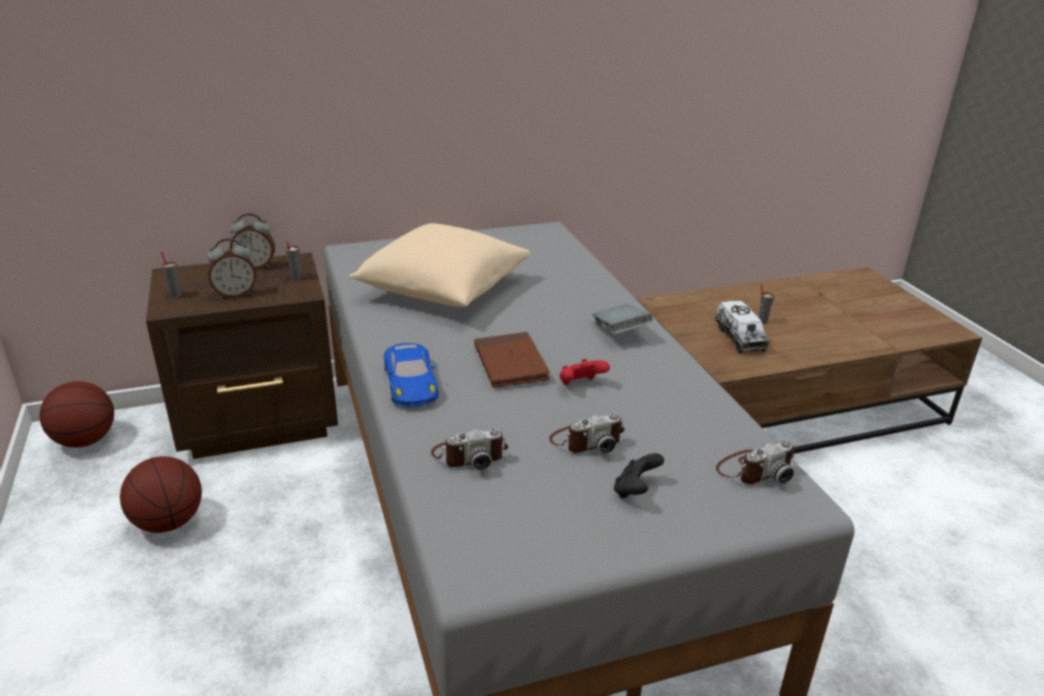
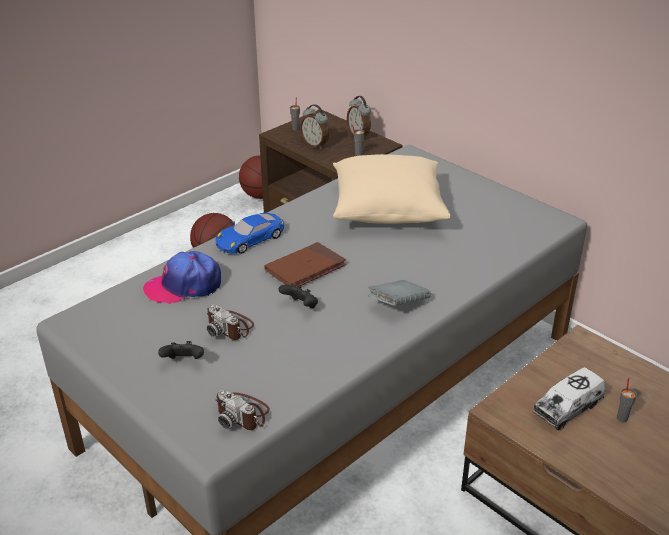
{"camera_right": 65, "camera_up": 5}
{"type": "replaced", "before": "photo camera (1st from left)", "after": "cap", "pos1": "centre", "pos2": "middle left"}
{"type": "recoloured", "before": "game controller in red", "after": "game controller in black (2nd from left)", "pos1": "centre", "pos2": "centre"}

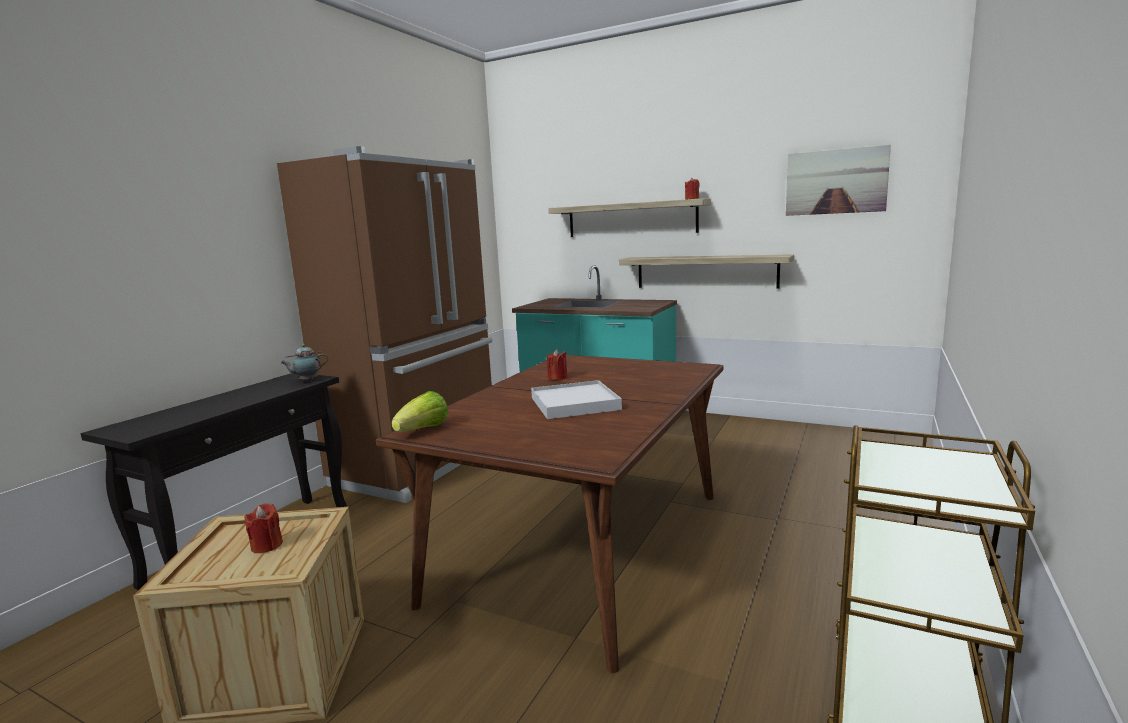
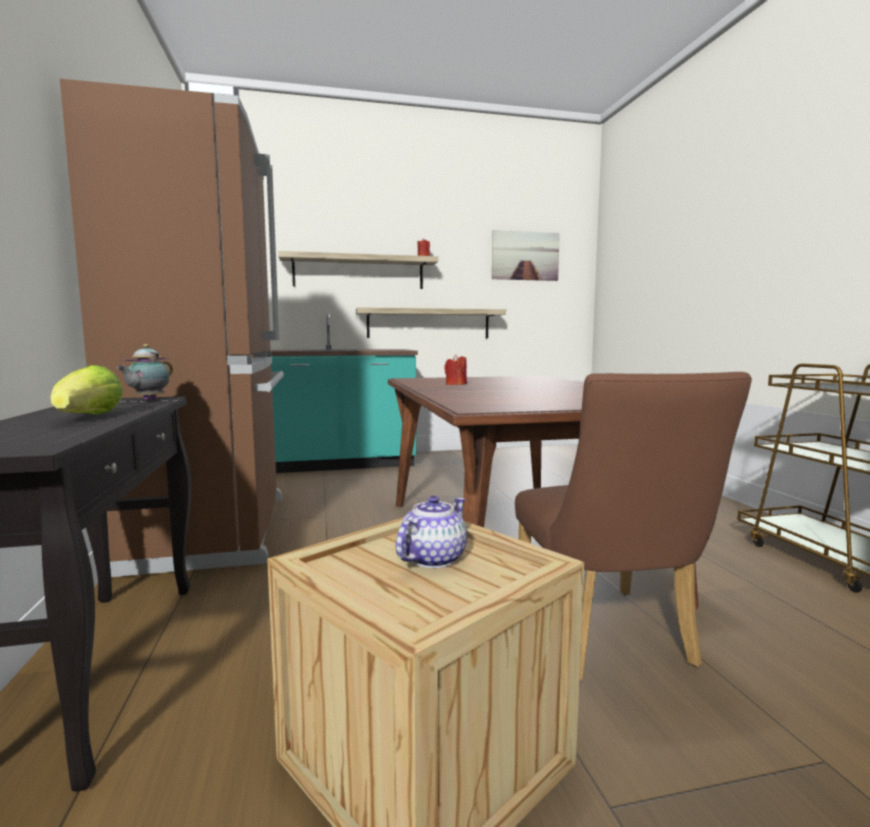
{"camera_right": -40, "camera_up": -5}
{"type": "moved", "before": "lettuce", "pos1": "centre", "pos2": "middle left"}
{"type": "replaced", "before": "candle in red (1st from left)", "after": "teapot (2nd from left)", "pos1": "bottom left", "pos2": "centre"}
{"type": "added", "after": "chair in brown", "pos2": "middle right"}
{"type": "removed", "before": "tray in white", "pos1": "centre"}

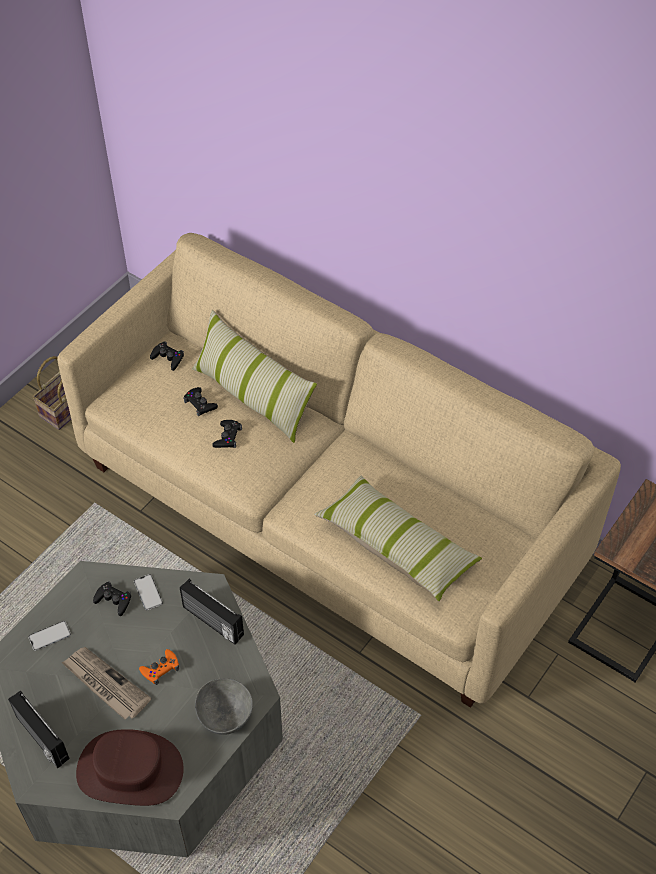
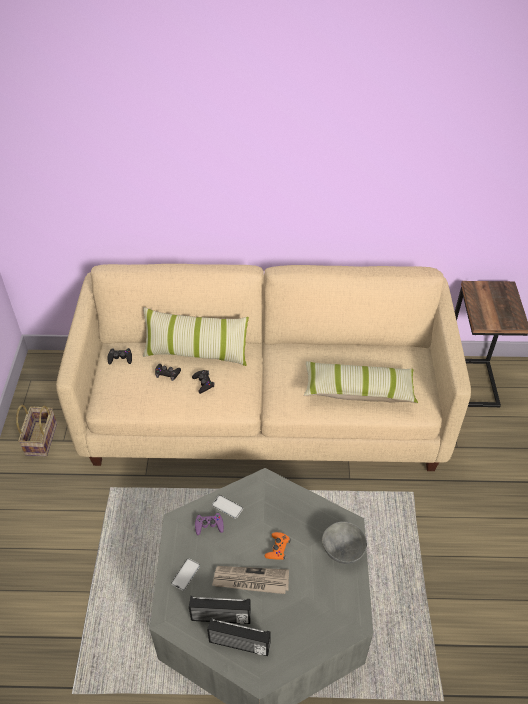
{"camera_right": -35, "camera_up": -5}
{"type": "moved", "before": "radio (2nd from left in the first image)", "after": "radio (1st from left)", "pos1": "bottom left", "pos2": "bottom centre"}
{"type": "recoloured", "before": "game controller in black (1st from left)", "after": "game controller in purple", "pos1": "bottom left", "pos2": "bottom centre"}
{"type": "removed", "before": "hat in brown", "pos1": "bottom left"}

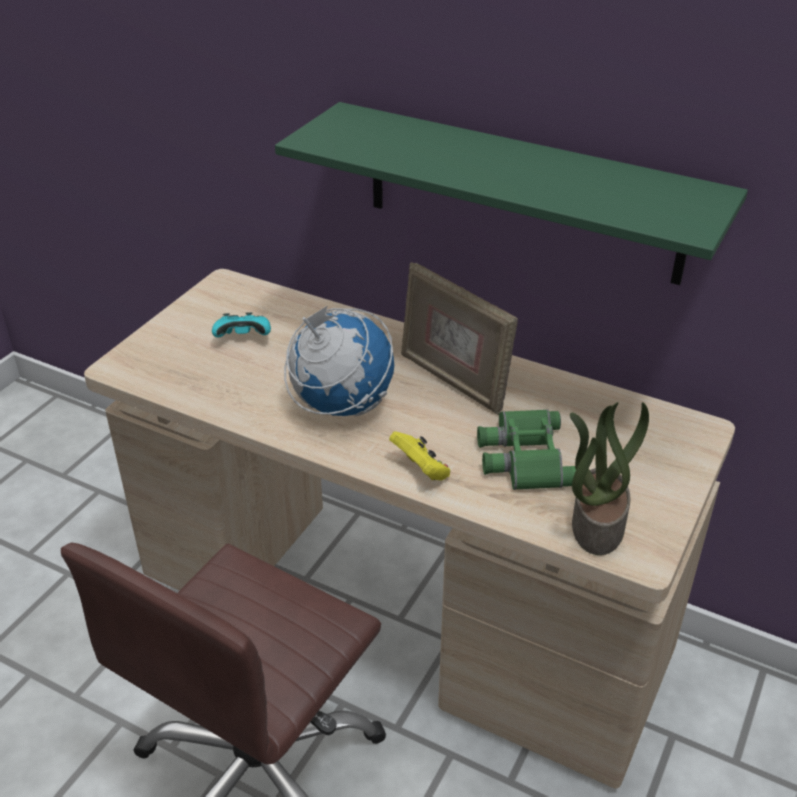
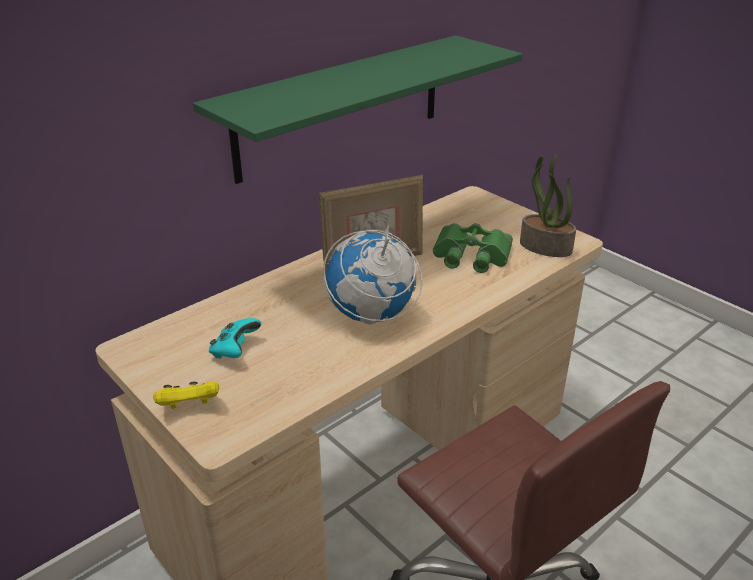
{"camera_right": -70, "camera_up": -5}
{"type": "moved", "before": "game controller in yellow", "pos1": "centre", "pos2": "bottom left"}

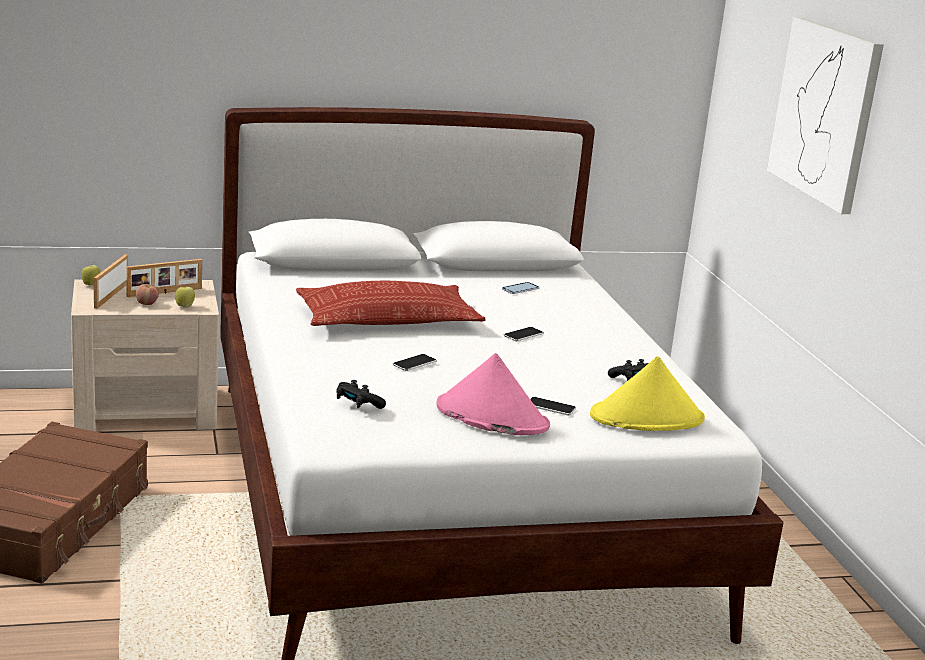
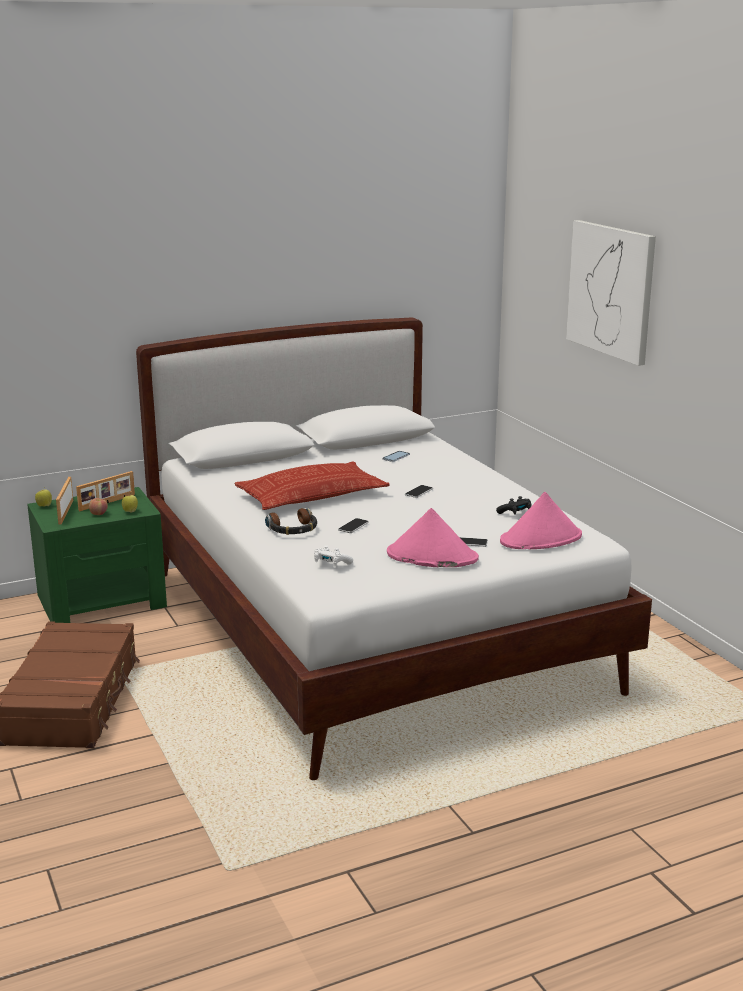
{"camera_right": -10, "camera_up": 0}
{"type": "recoloured", "before": "nightstand in beige", "after": "nightstand in green", "pos1": "middle left", "pos2": "middle left"}
{"type": "added", "after": "headphones", "pos2": "centre"}
{"type": "recoloured", "before": "game controller in black (1st from left)", "after": "game controller in white", "pos1": "centre", "pos2": "centre"}
{"type": "recoloured", "before": "hat in yellow", "after": "hat in pink (2nd from left)", "pos1": "middle right", "pos2": "middle right"}

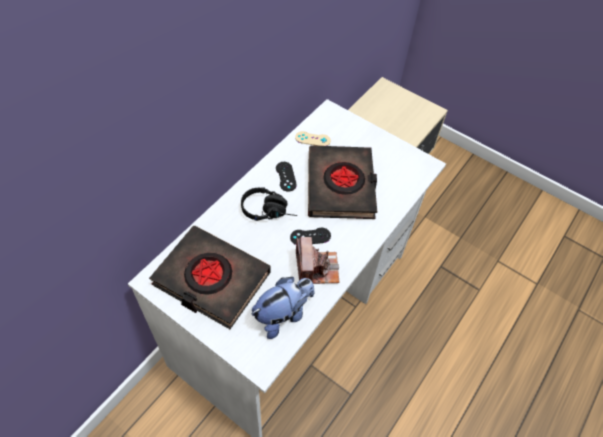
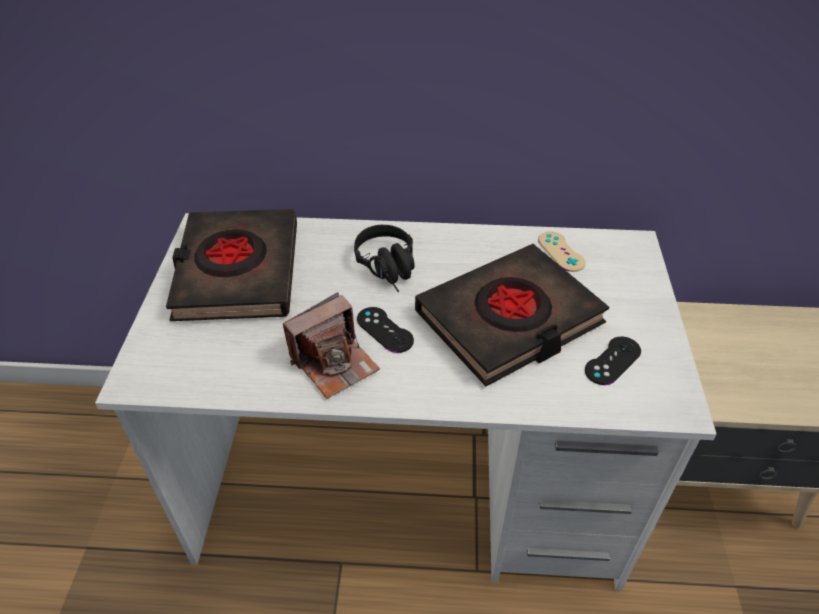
{"camera_right": 60, "camera_up": -10}
{"type": "moved", "before": "game controller in black (1st from left in the first image)", "after": "game controller in black (2nd from left)", "pos1": "centre", "pos2": "middle right"}
{"type": "removed", "before": "plush toy", "pos1": "bottom centre"}

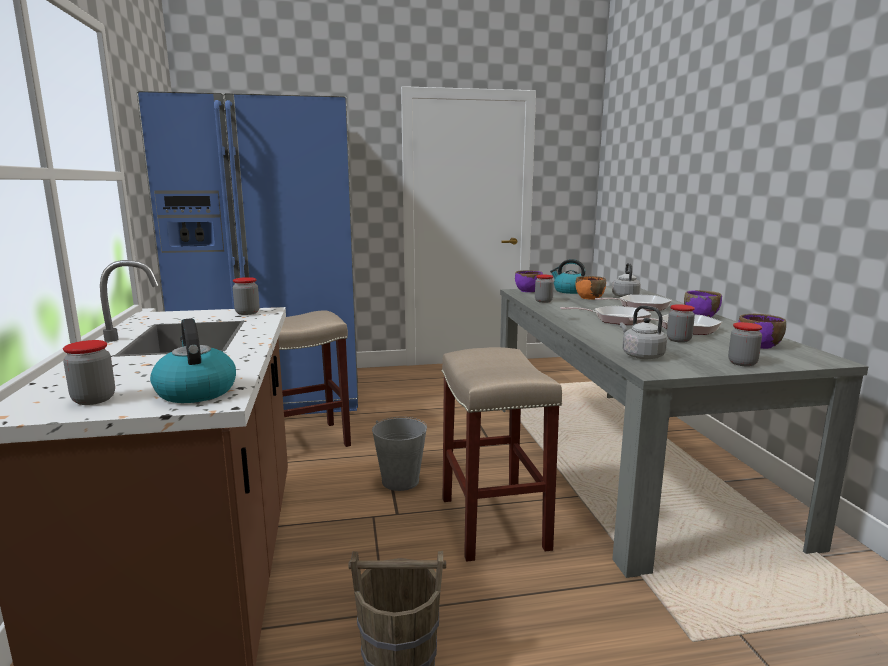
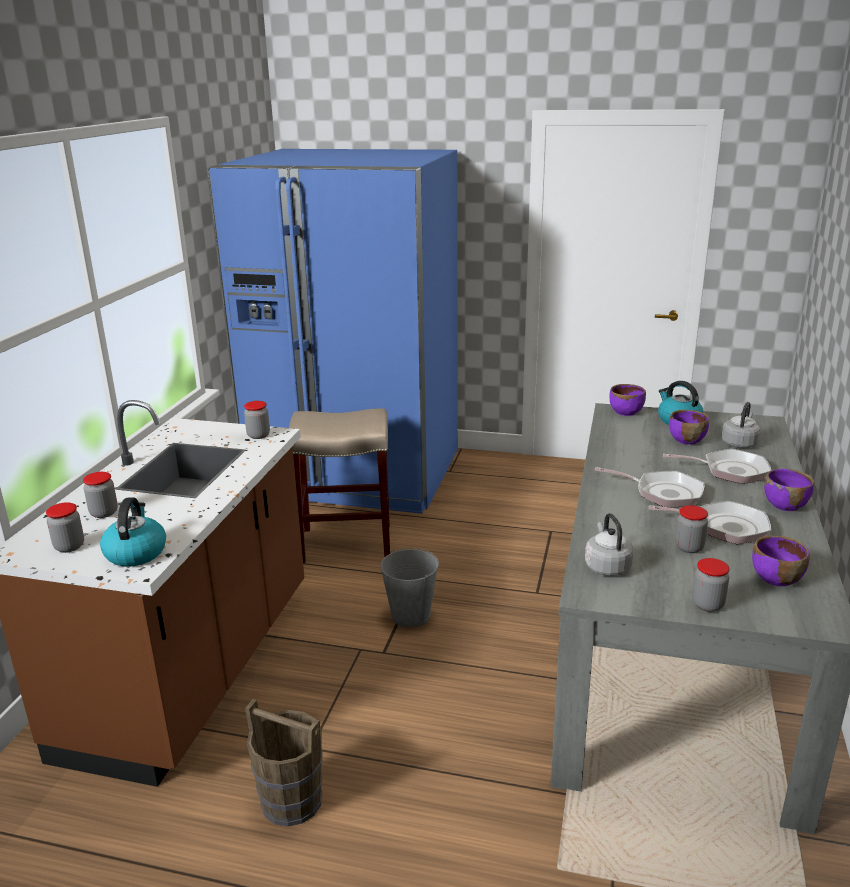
{"camera_right": 25, "camera_up": 10}
{"type": "moved", "before": "jar (3rd from left in the first image)", "after": "jar (2nd from left)", "pos1": "centre", "pos2": "middle left"}
{"type": "recoloured", "before": "bowl in orange", "after": "bowl in purple (2nd from left)", "pos1": "centre", "pos2": "middle right"}
{"type": "removed", "before": "stool in beige (2nd from left)", "pos1": "bottom centre"}

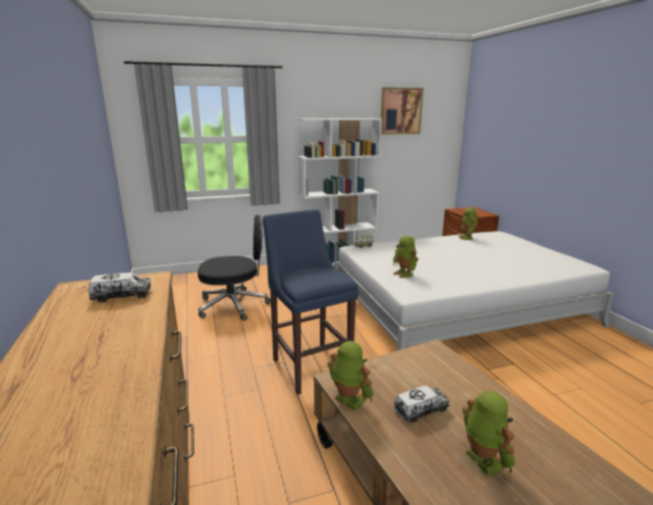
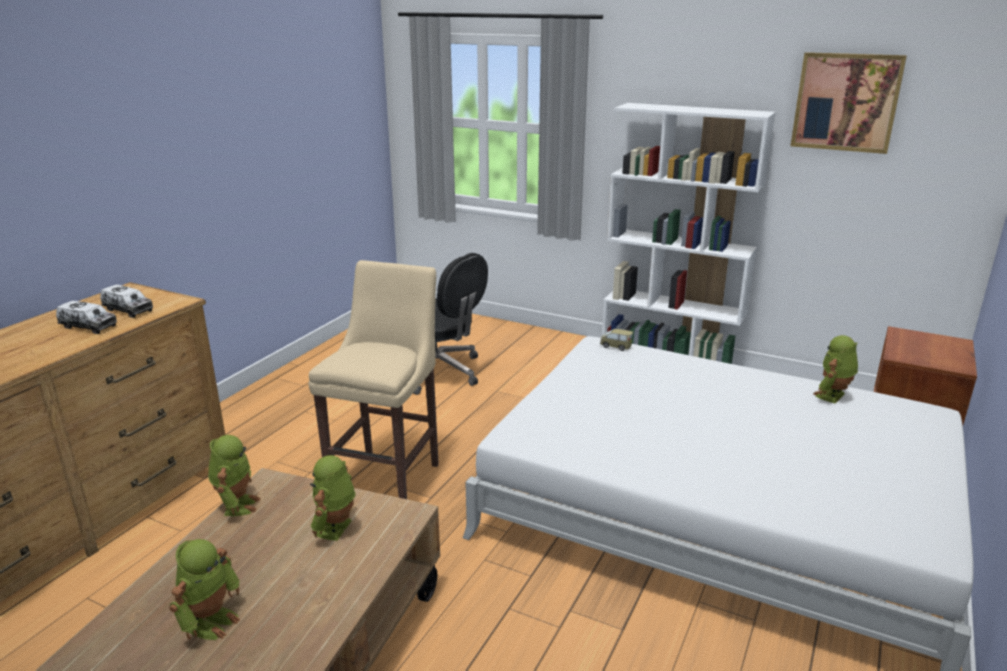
{"camera_right": 45, "camera_up": 5}
{"type": "moved", "before": "toy truck (2nd from left in the first image)", "after": "toy truck (1st from left)", "pos1": "bottom centre", "pos2": "middle left"}
{"type": "recoloured", "before": "stool in blue", "after": "stool in beige", "pos1": "centre", "pos2": "centre"}
{"type": "moved", "before": "toy robot (2nd from left in the first image)", "after": "toy robot (3rd from left)", "pos1": "centre", "pos2": "bottom left"}

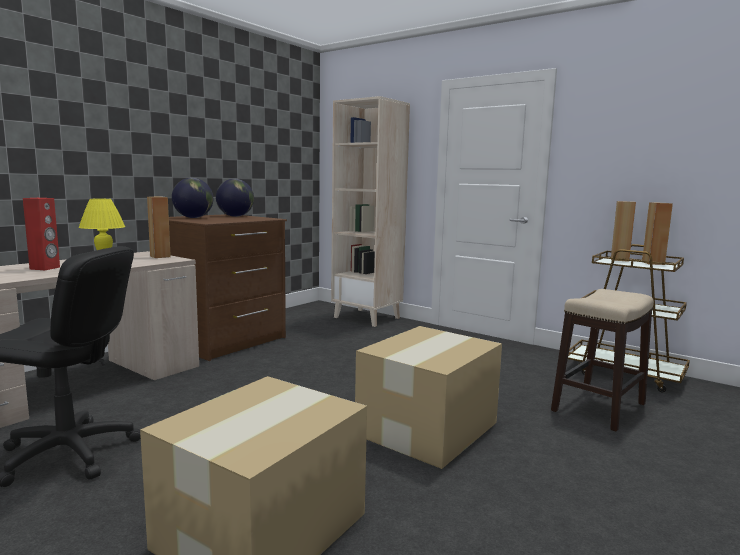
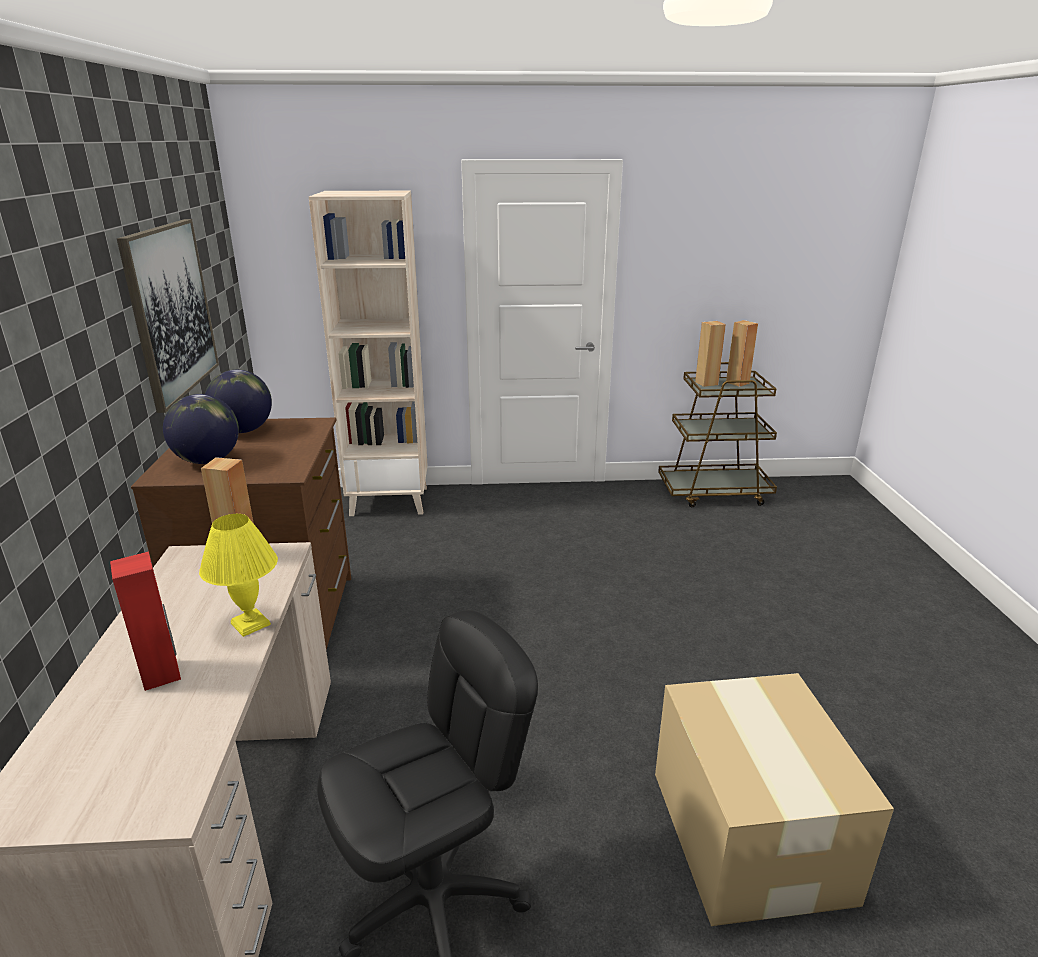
{"camera_right": -40, "camera_up": 15}
{"type": "added", "after": "picture", "pos2": "top left"}
{"type": "removed", "before": "cardboard box (2nd from left)", "pos1": "bottom centre"}
{"type": "removed", "before": "stool", "pos1": "middle right"}

